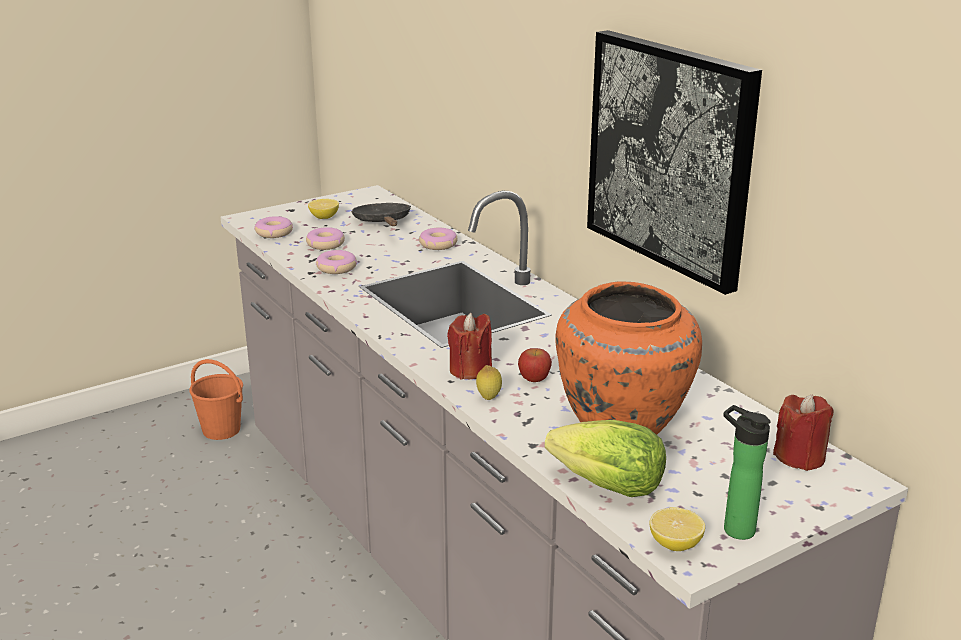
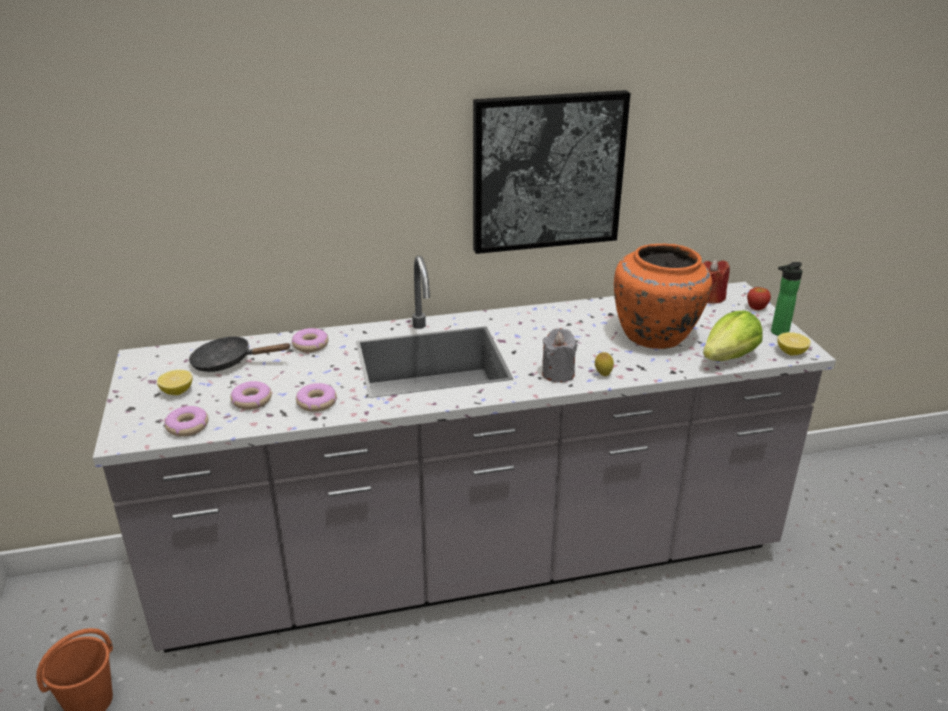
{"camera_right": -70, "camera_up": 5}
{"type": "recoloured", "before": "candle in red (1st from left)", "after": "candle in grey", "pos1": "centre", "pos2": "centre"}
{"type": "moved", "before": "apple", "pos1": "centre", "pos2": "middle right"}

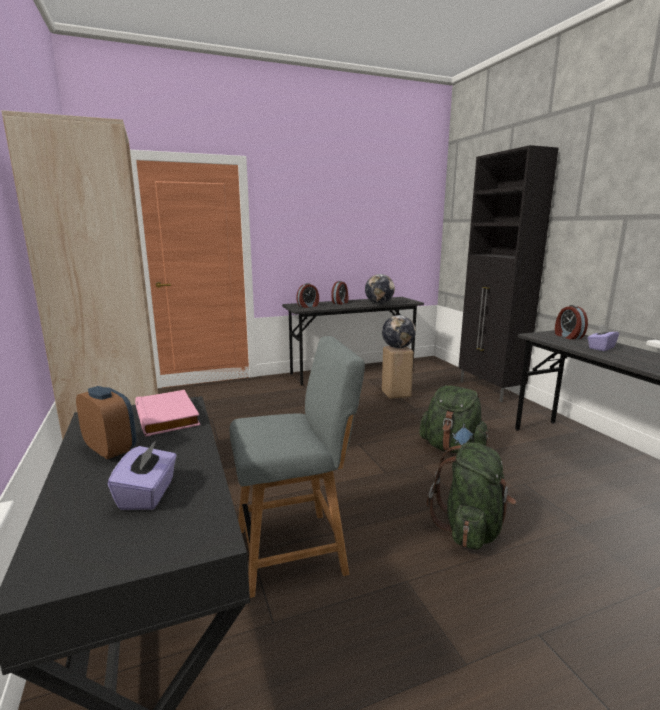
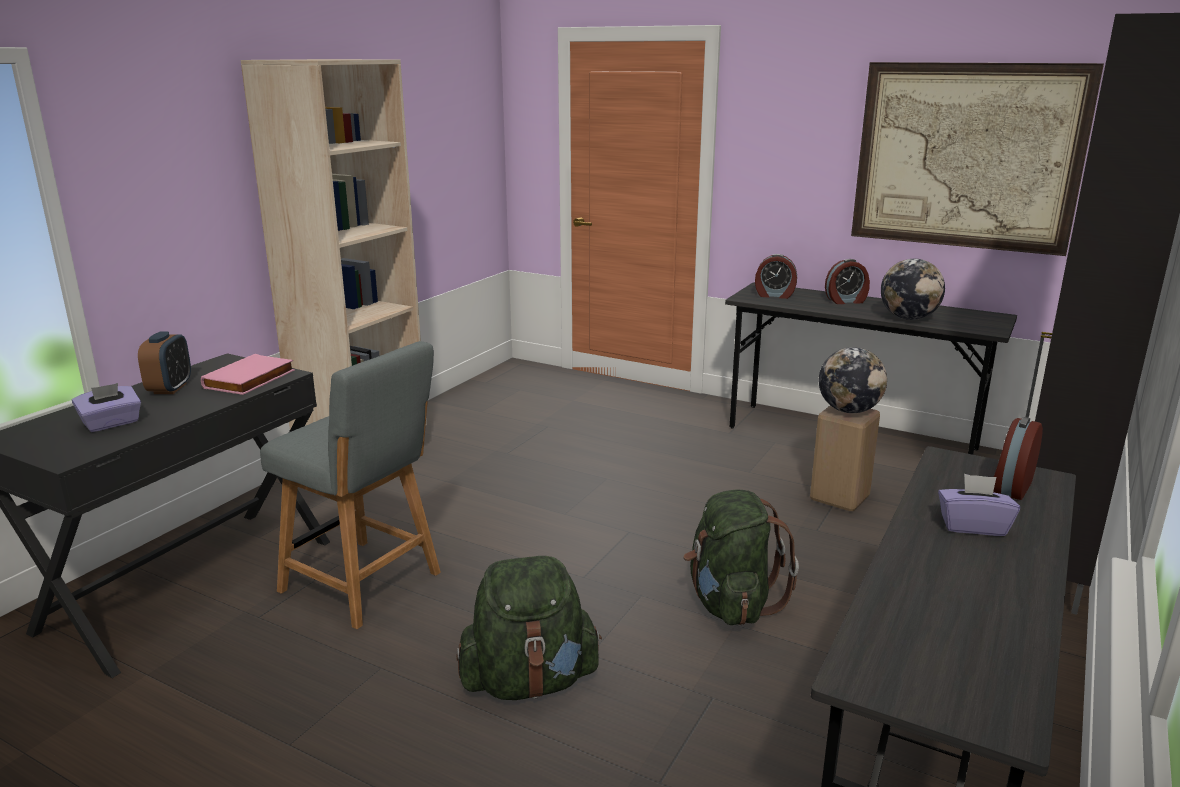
{"camera_right": 50, "camera_up": 5}
{"type": "added", "after": "picture", "pos2": "top right"}

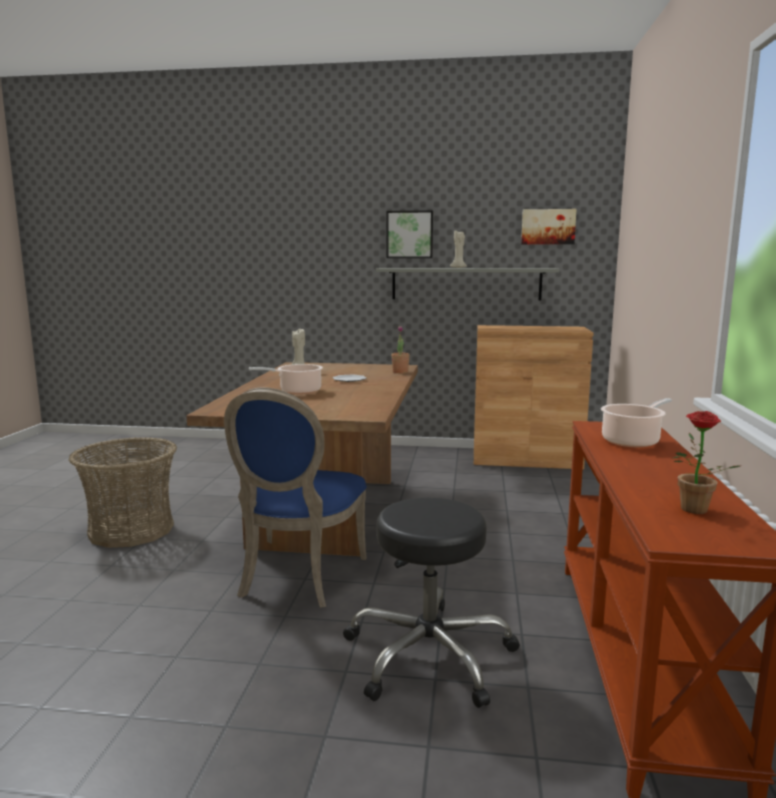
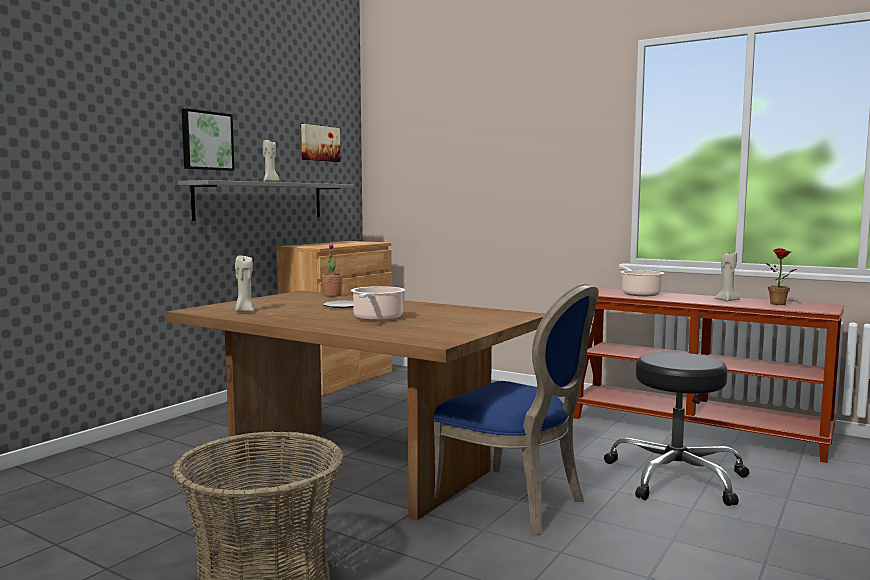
{"camera_right": -65, "camera_up": -5}
{"type": "added", "after": "candle in beige (3rd from left)", "pos2": "middle right"}

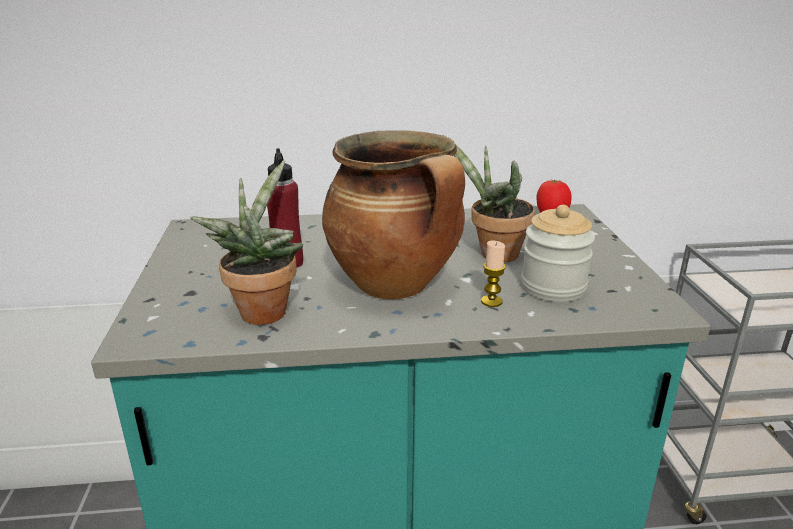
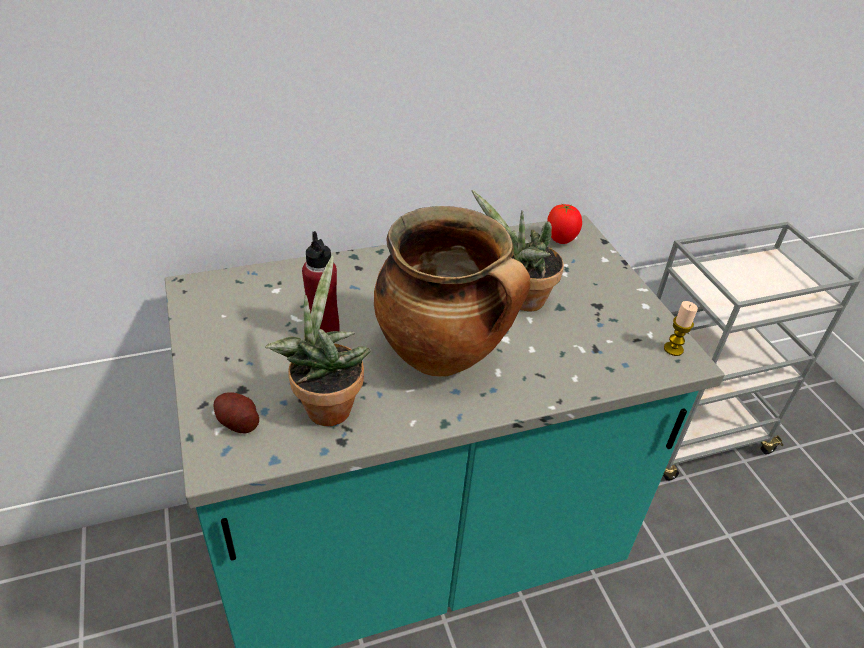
{"camera_right": -15, "camera_up": 15}
{"type": "added", "after": "potato", "pos2": "middle left"}
{"type": "moved", "before": "candle", "pos1": "centre", "pos2": "middle right"}
{"type": "removed", "before": "jar", "pos1": "middle right"}

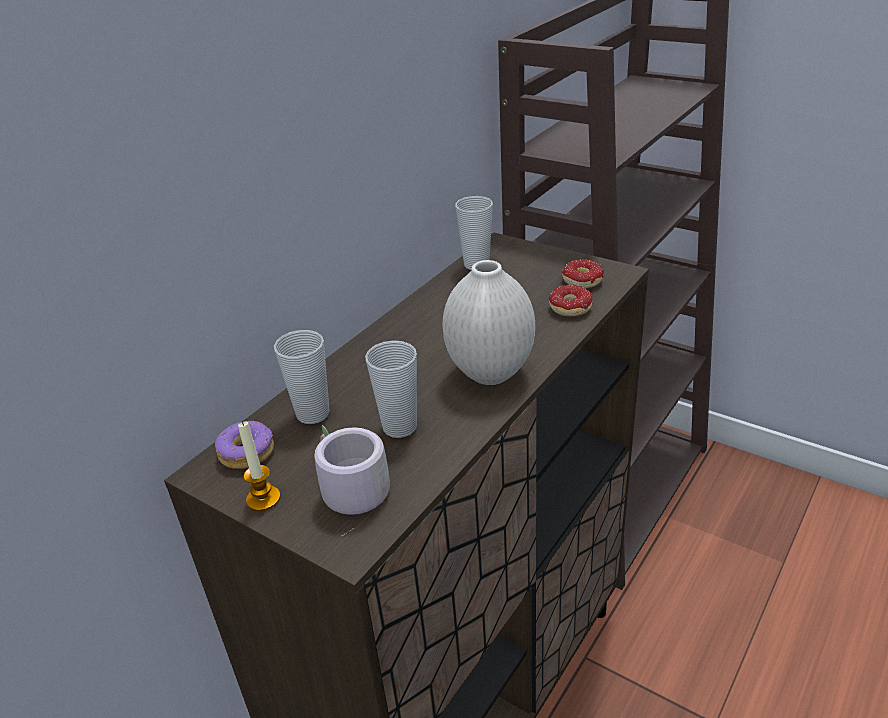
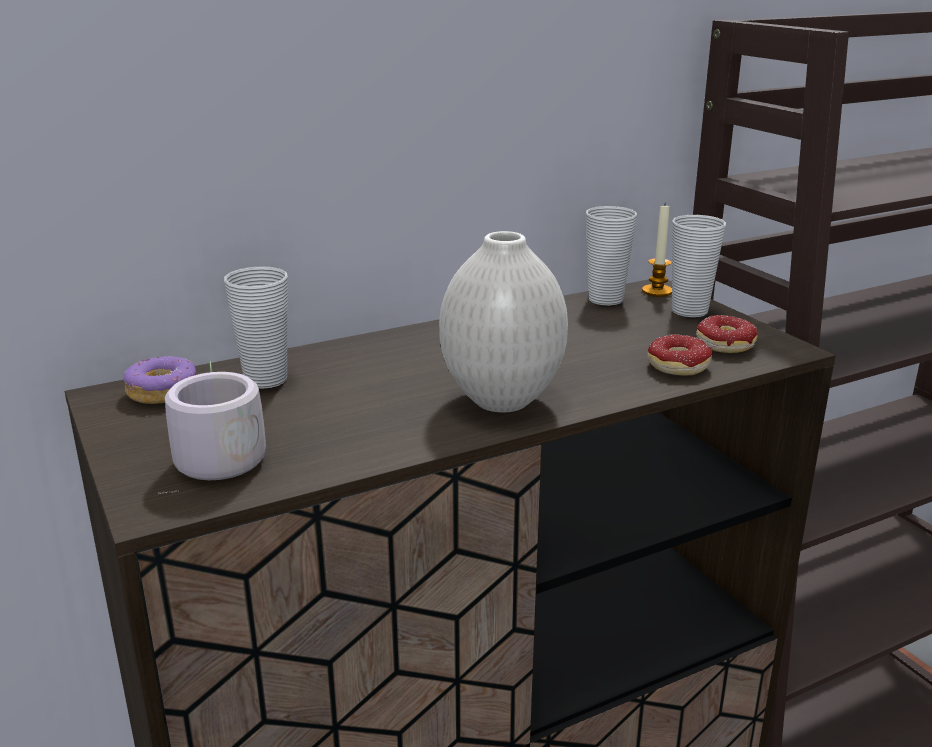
{"camera_right": 25, "camera_up": -10}
{"type": "moved", "before": "candle", "pos1": "middle left", "pos2": "middle right"}
{"type": "moved", "before": "cup (2nd from left in the first image)", "after": "cup (3rd from left)", "pos1": "centre", "pos2": "middle right"}

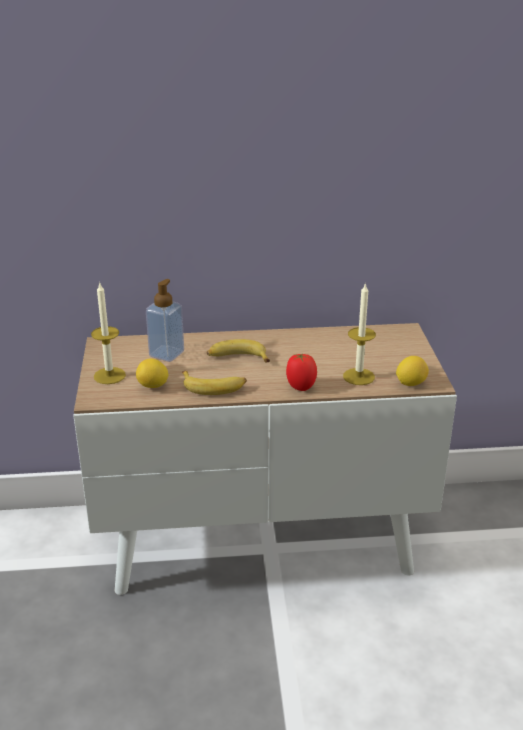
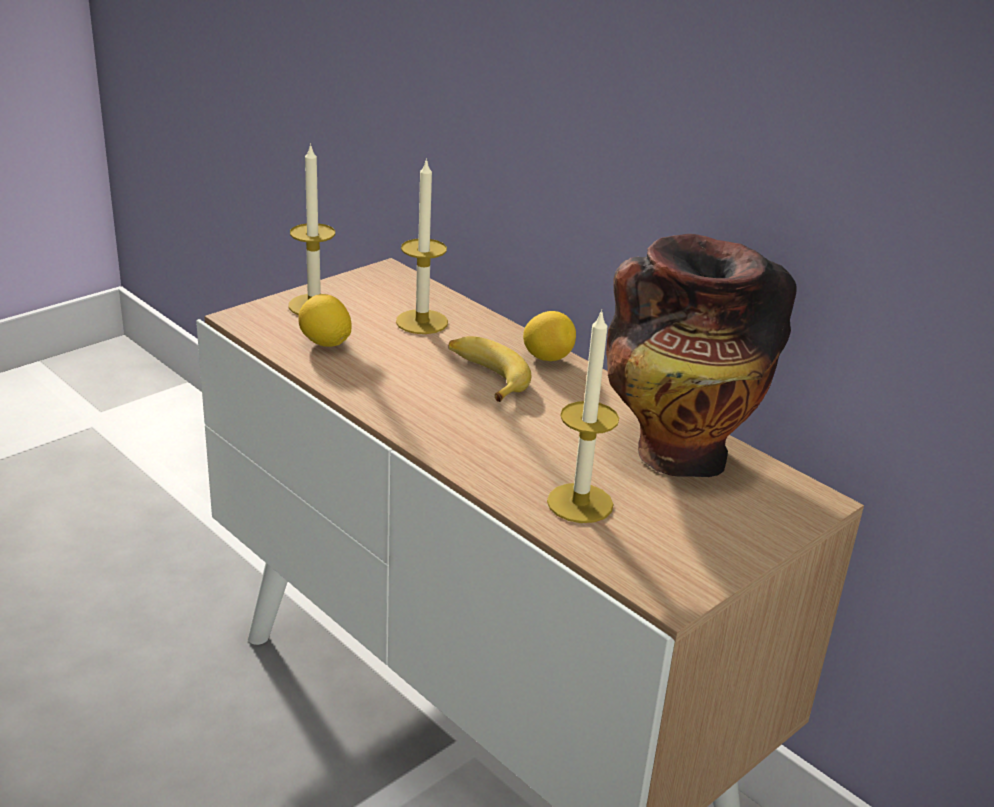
{"camera_right": 50, "camera_up": 0}
{"type": "replaced", "before": "soap dispenser", "after": "candle (2nd from left)", "pos1": "middle left", "pos2": "top centre"}
{"type": "moved", "before": "lemon (2nd from left)", "pos1": "middle right", "pos2": "centre"}
{"type": "added", "after": "vase", "pos2": "middle right"}
{"type": "removed", "before": "banana (1st from left)", "pos1": "centre"}
{"type": "removed", "before": "tomato", "pos1": "centre"}

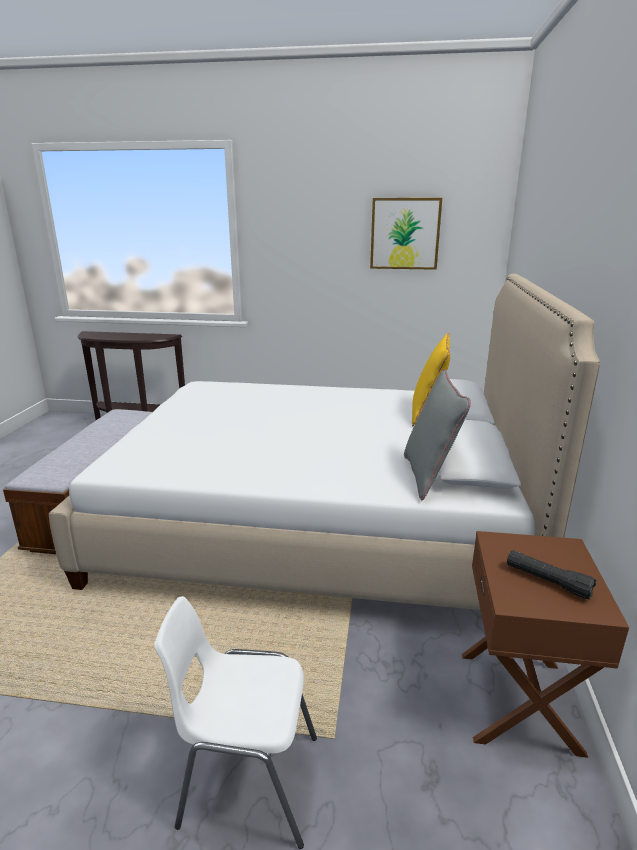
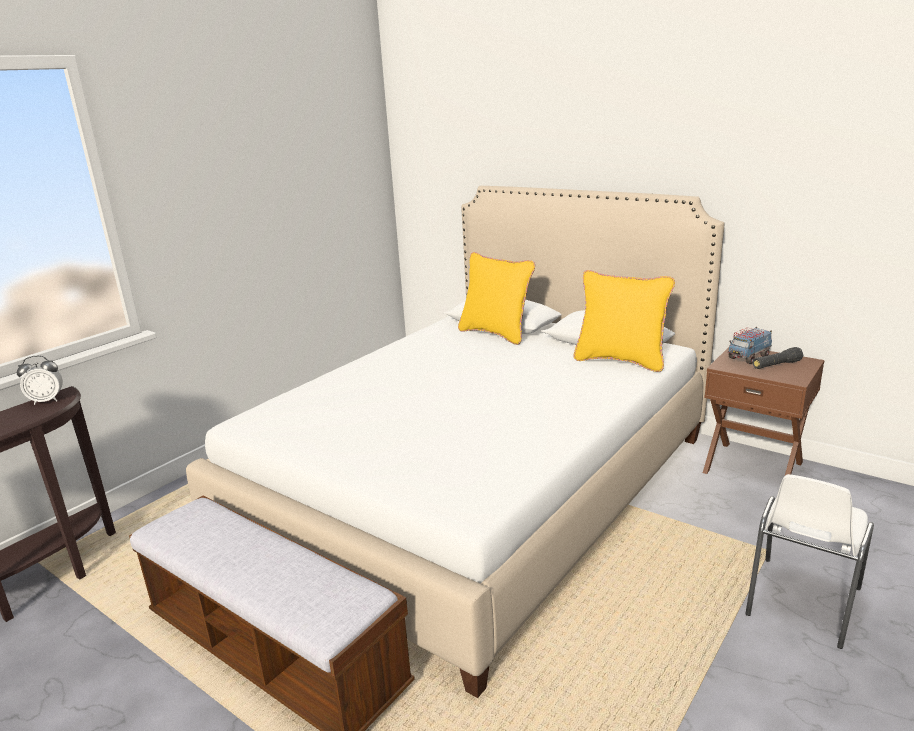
{"camera_right": -60, "camera_up": 0}
{"type": "added", "after": "alarm clock", "pos2": "middle left"}
{"type": "recoloured", "before": "pillow in grey", "after": "pillow in yellow (2nd from left)", "pos1": "middle right", "pos2": "middle right"}
{"type": "added", "after": "toy truck", "pos2": "middle right"}
{"type": "removed", "before": "picture", "pos1": "top centre"}

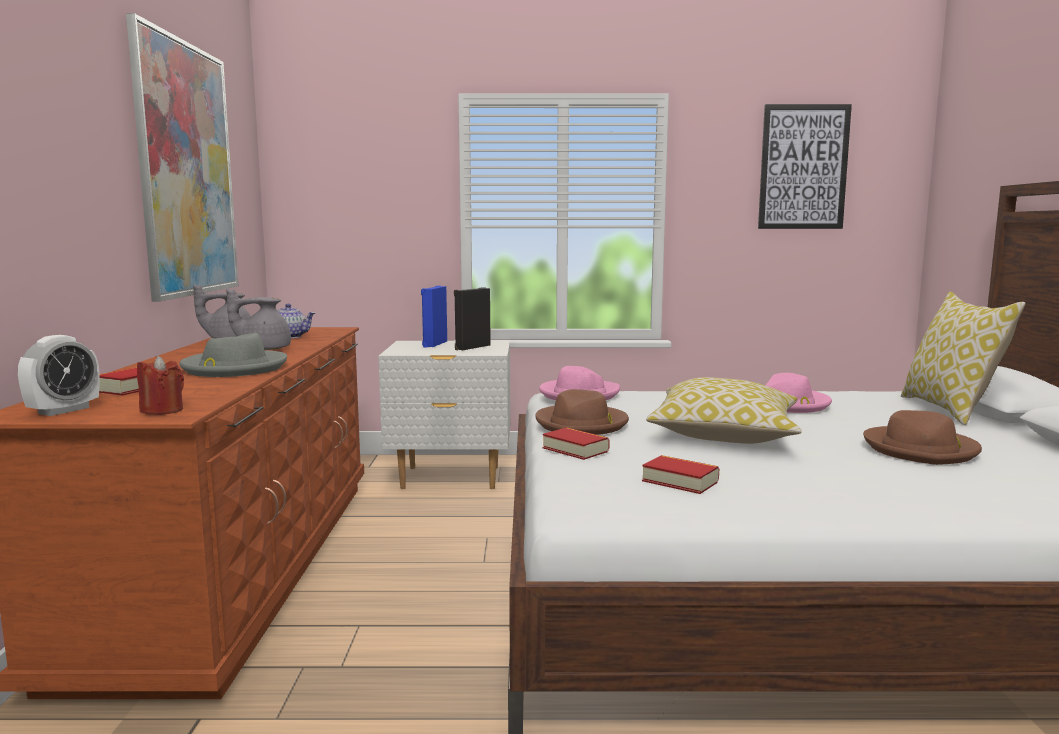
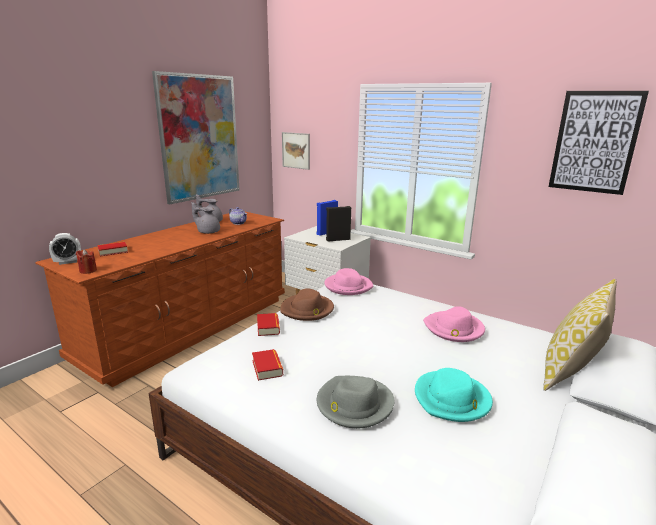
{"camera_right": 35, "camera_up": 10}
{"type": "added", "after": "picture (2nd from left)", "pos2": "top centre"}
{"type": "moved", "before": "hat in grey", "pos1": "middle left", "pos2": "bottom centre"}
{"type": "recoloured", "before": "hat in brown (2nd from left)", "after": "hat in turquoise", "pos1": "middle right", "pos2": "bottom right"}
{"type": "removed", "before": "pillow (1st from left)", "pos1": "middle right"}

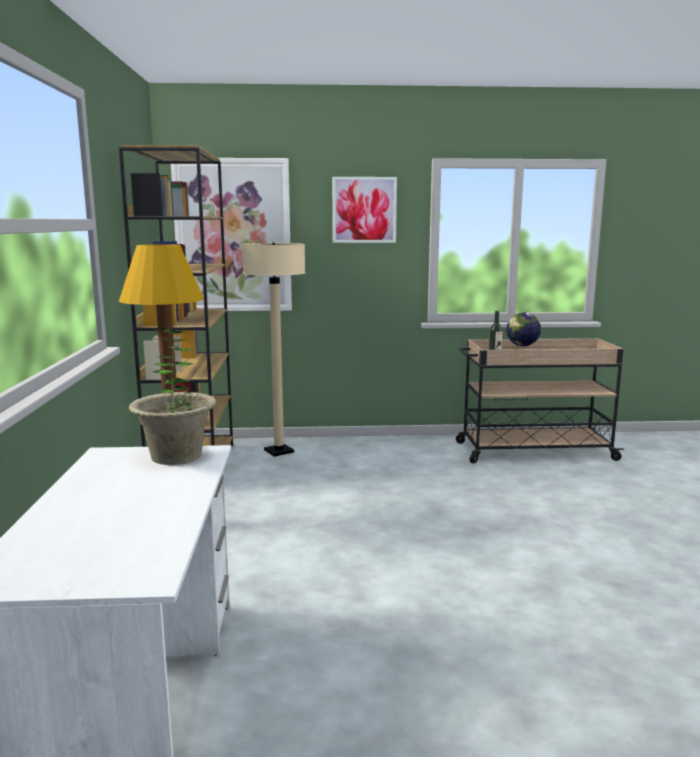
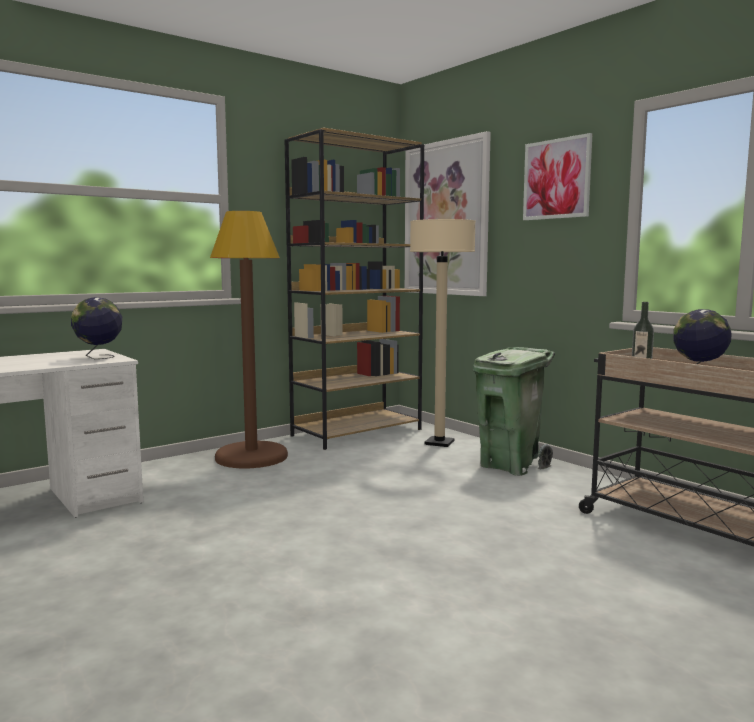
{"camera_right": 55, "camera_up": -5}
{"type": "replaced", "before": "potted plant", "after": "globe (1st from left)", "pos1": "middle left", "pos2": "middle left"}
{"type": "added", "after": "trash can in green", "pos2": "middle right"}

